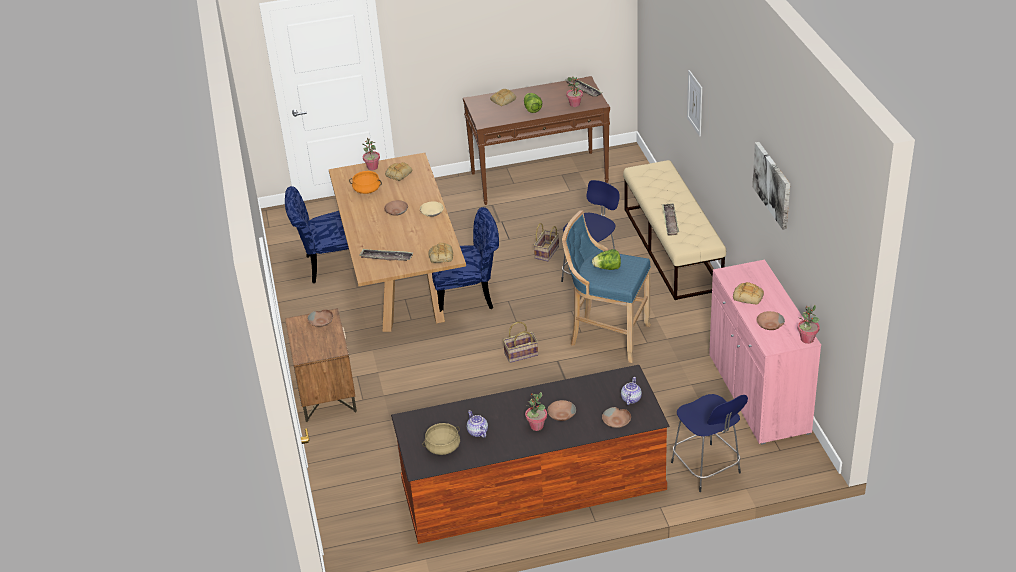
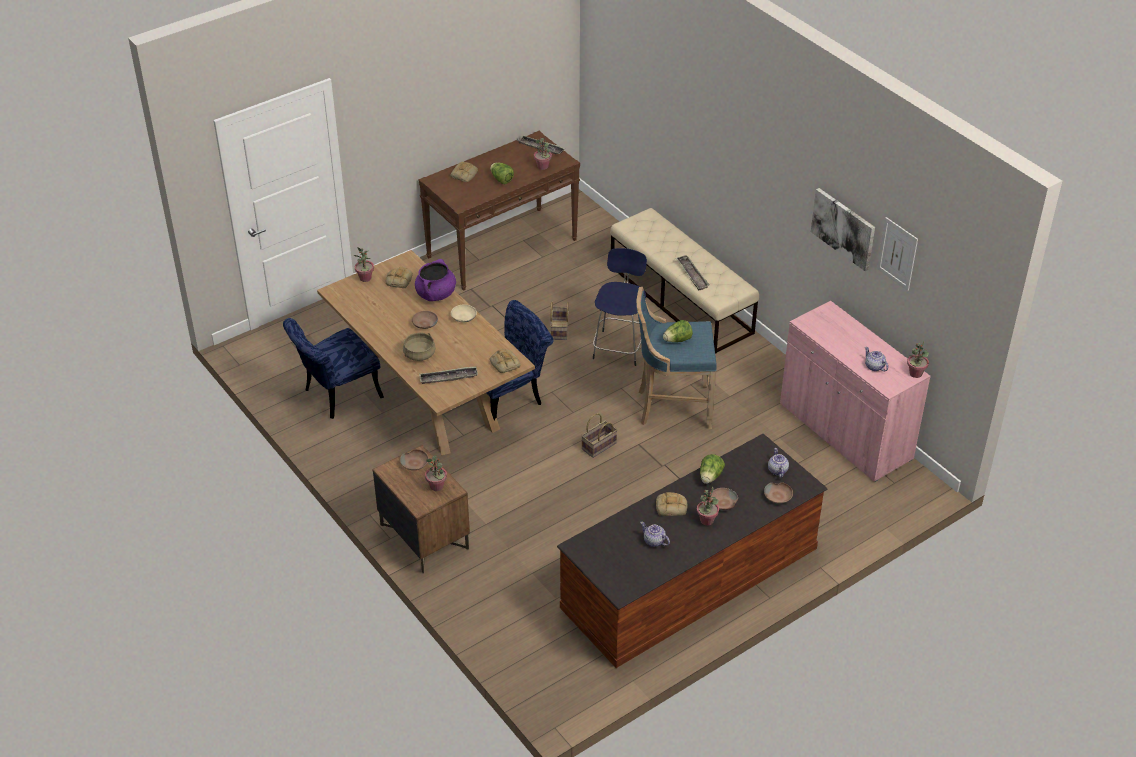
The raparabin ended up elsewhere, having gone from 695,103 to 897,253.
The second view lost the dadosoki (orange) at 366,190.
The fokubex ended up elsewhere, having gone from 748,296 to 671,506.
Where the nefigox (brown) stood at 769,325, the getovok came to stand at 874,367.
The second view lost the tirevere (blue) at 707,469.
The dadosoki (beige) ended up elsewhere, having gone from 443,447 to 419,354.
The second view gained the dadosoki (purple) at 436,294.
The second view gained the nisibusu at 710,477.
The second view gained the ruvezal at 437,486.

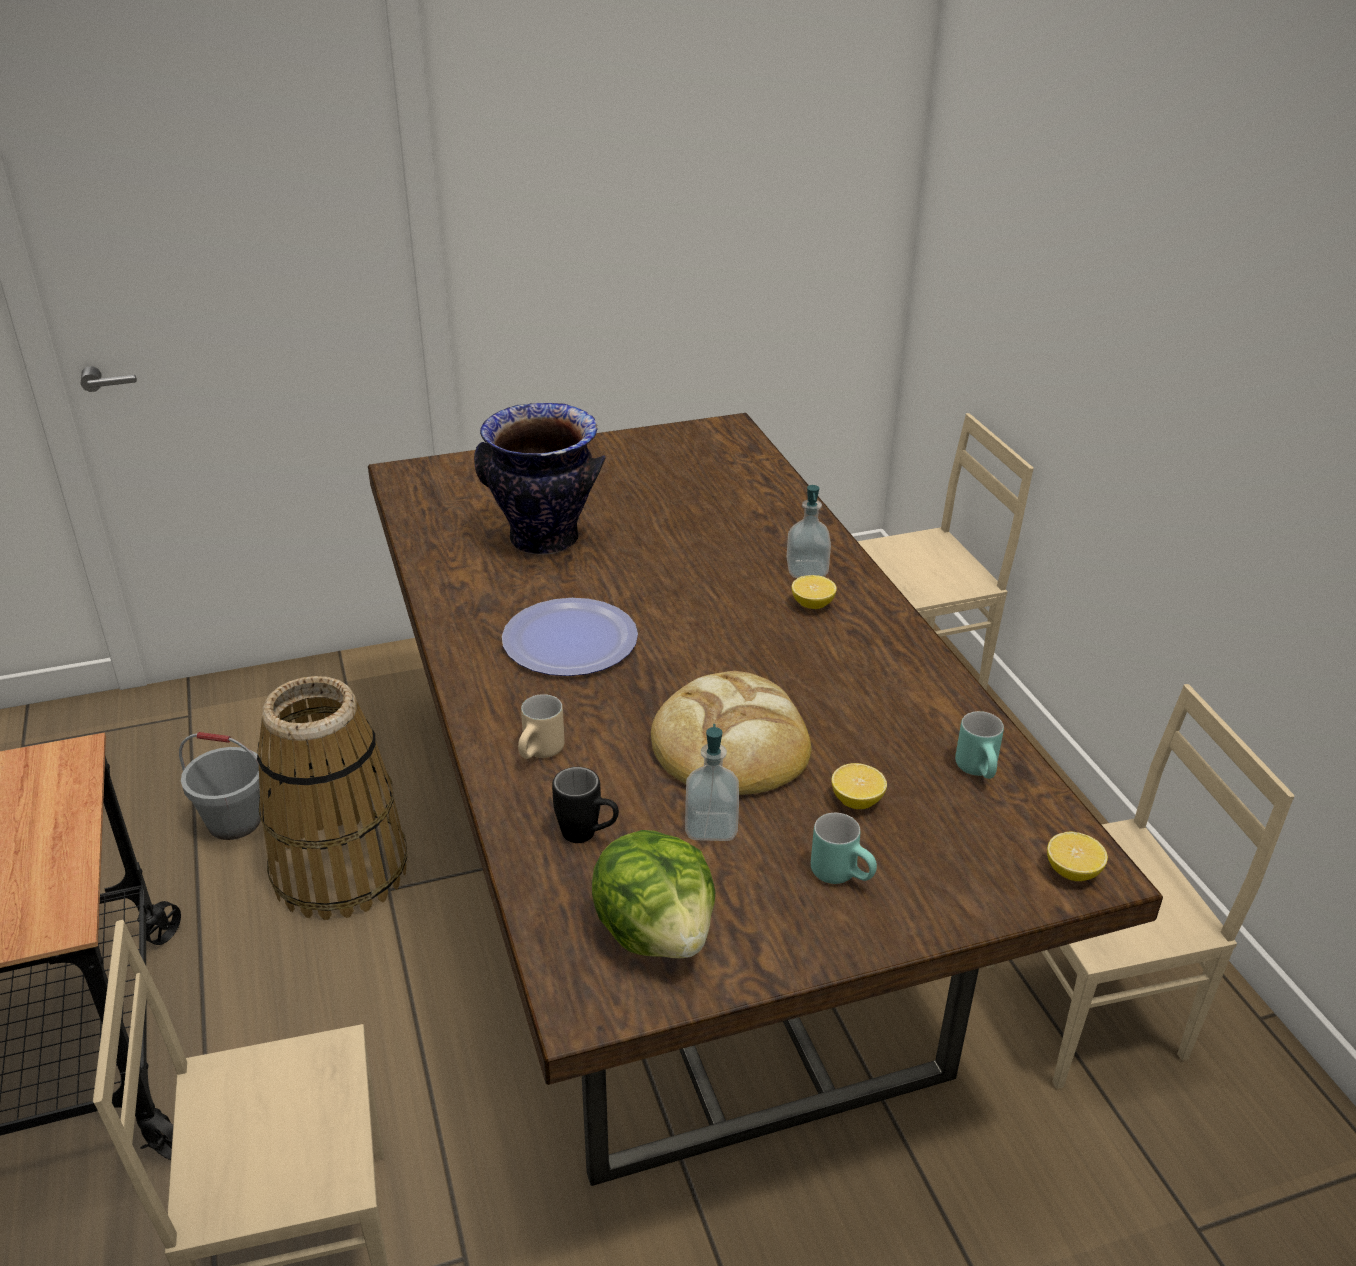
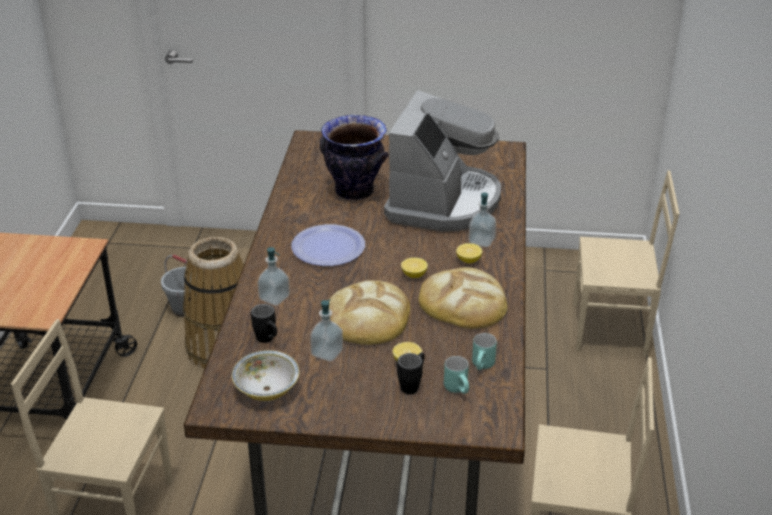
Where the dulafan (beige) stood at 542,754, the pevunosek came to stand at 274,298.
The dulafan (turquoise) ended up elsewhere, having gone from 843,874 to 459,389.
Where the nisibusu stood at 656,932, the nefigox came to stand at 267,390.
The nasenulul ended up elsewhere, having gone from 1072,872 to 414,275.
The second view gained the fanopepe at 443,202.
The second view gained the fokubex at 463,303.
The second view gained the dulafan (black) at 412,385.

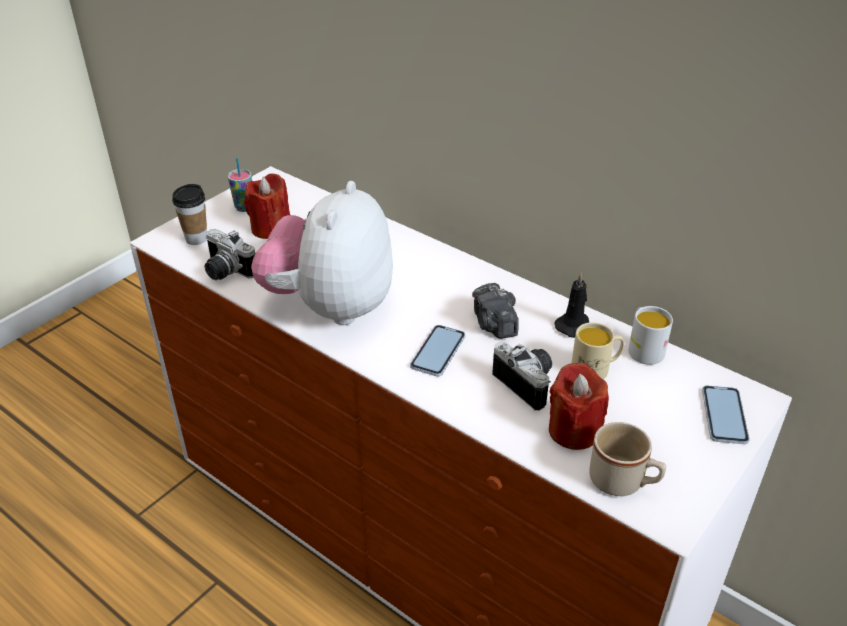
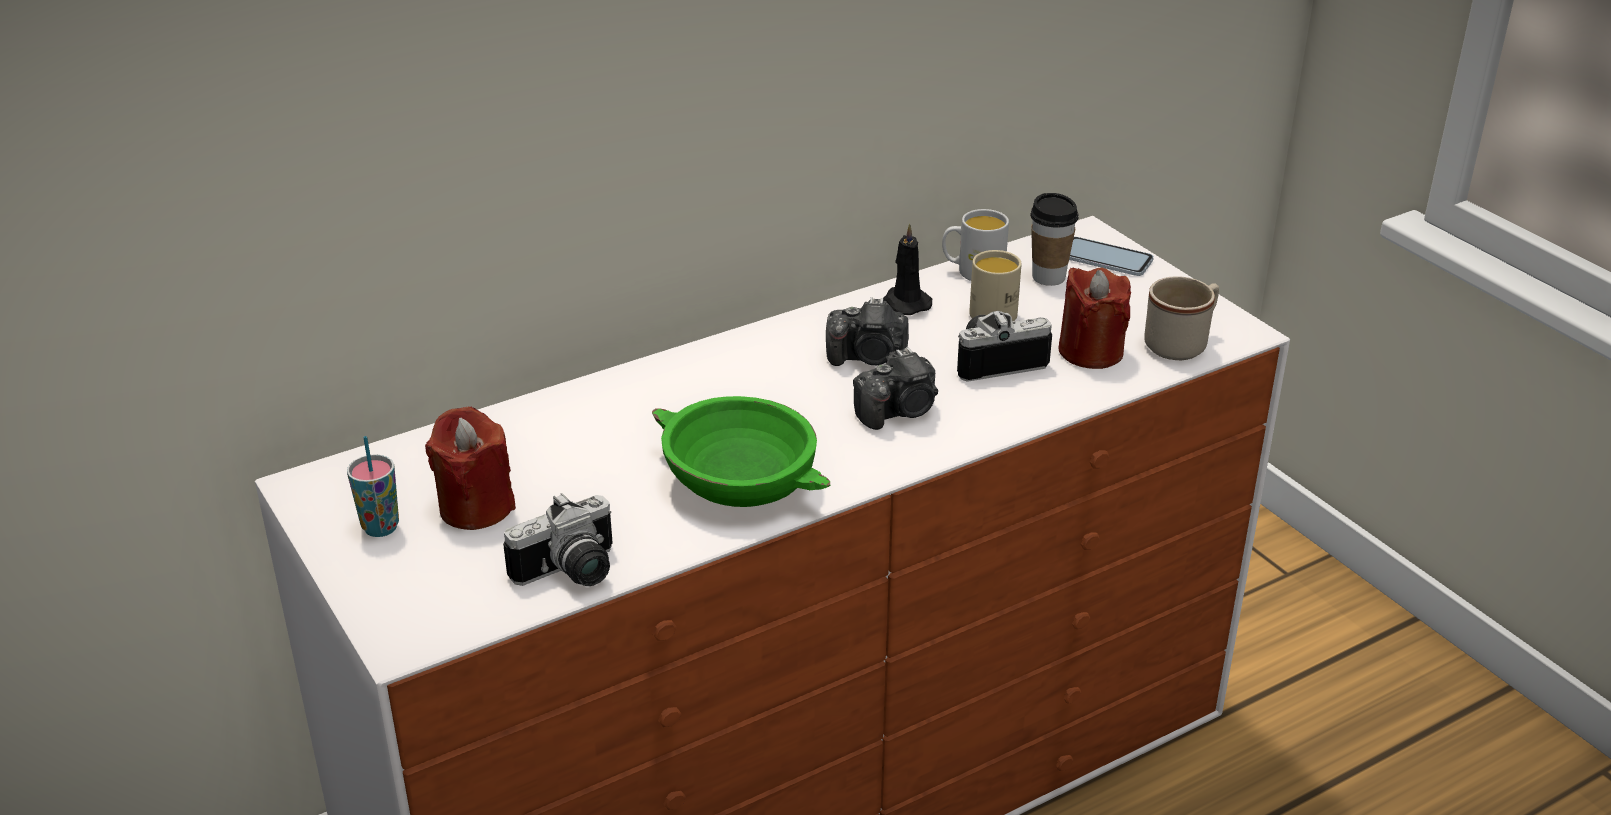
Where the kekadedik stood at 331,306, the nefigox (green) came to stand at 742,481.
The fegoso ended up elsewhere, having gone from 196,239 to 1048,277.
Where the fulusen stood at 438,351, the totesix came to stand at 899,411.

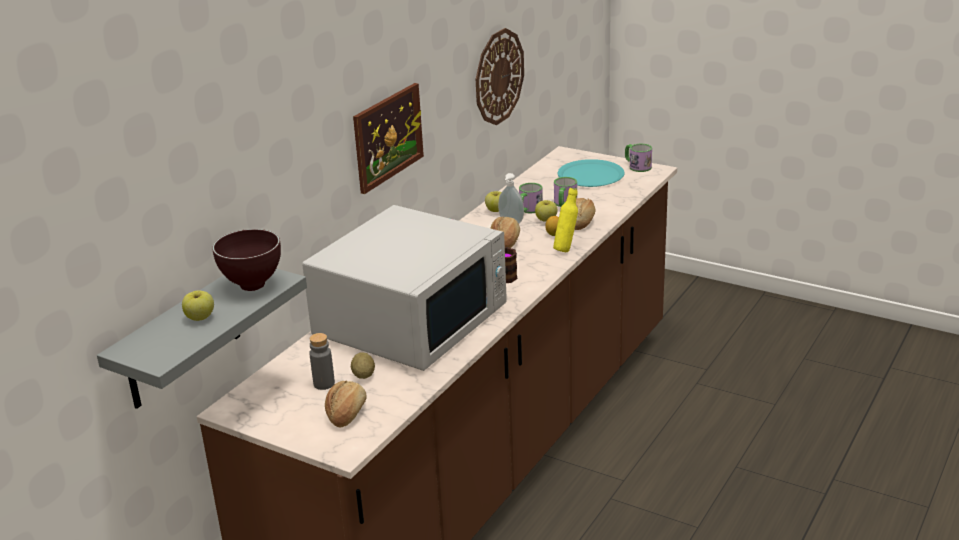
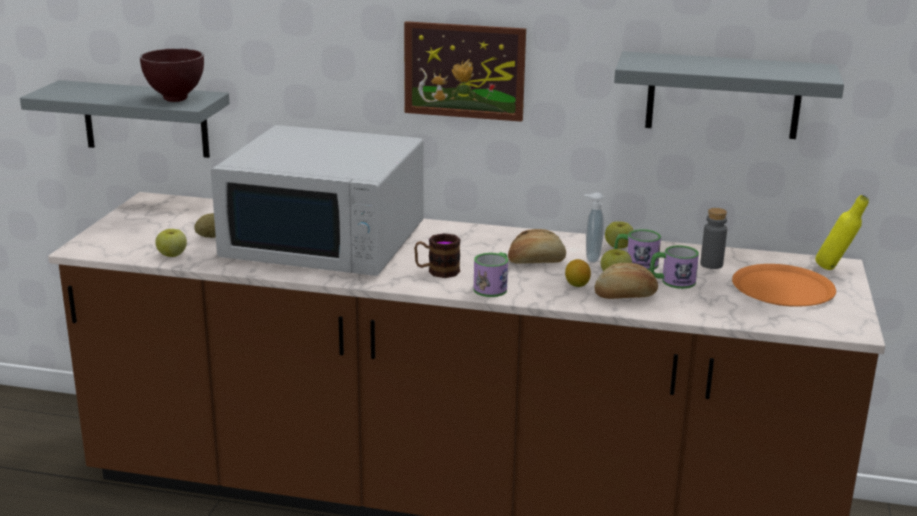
Where the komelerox hung at 498,76, the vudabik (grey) came to hang at 723,95.
The dulafan ended up elsewhere, having gone from 637,166 to 493,287.
What was the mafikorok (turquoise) at 590,175 turned into the mafikorok (orange) at 783,288.
The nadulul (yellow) ended up elsewhere, having gone from 566,249 to 835,269.
The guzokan ended up elsewhere, having gone from 200,318 to 172,255.
The nadulul (grey) ended up elsewhere, having gone from 324,384 to 711,264.
The second view lost the fokubex at 346,413.

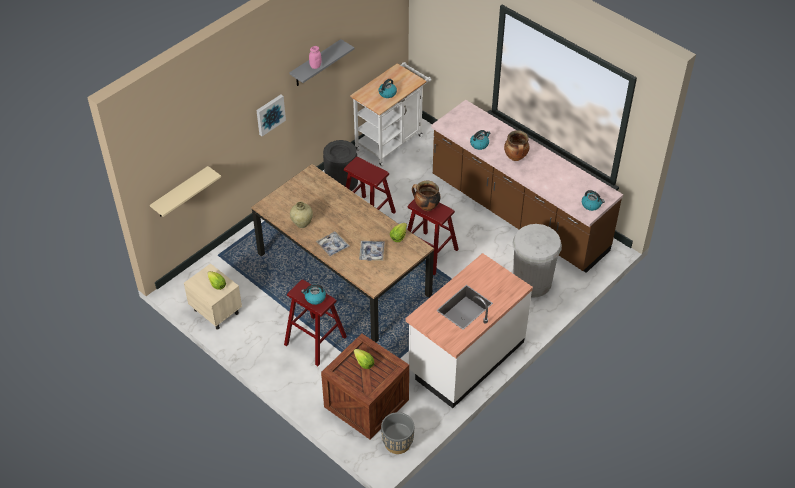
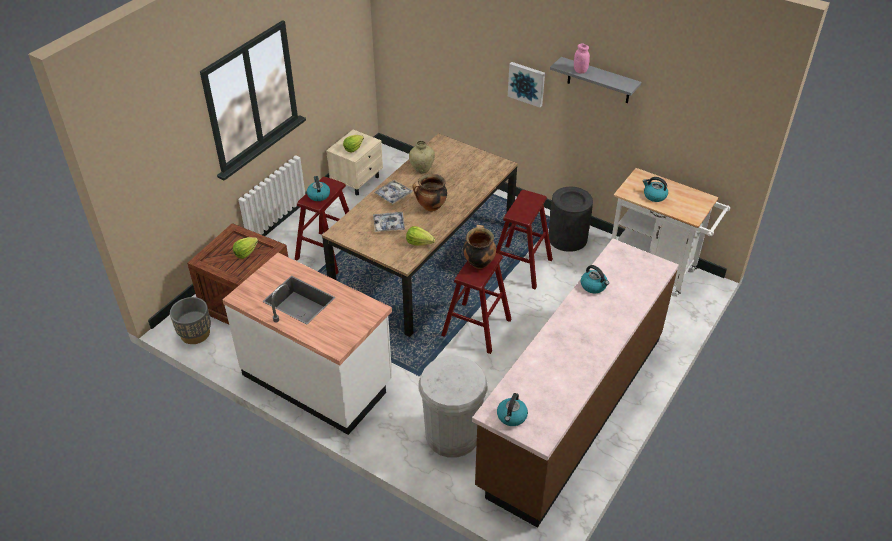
The dadosoki ended up elsewhere, having gone from 516,157 to 430,207.
The second view lost the vudabik (beige) at 180,193.

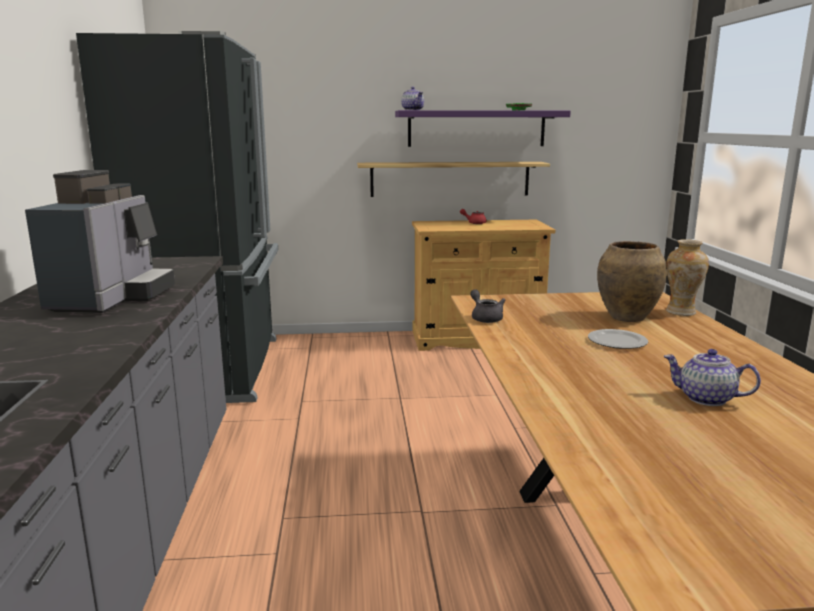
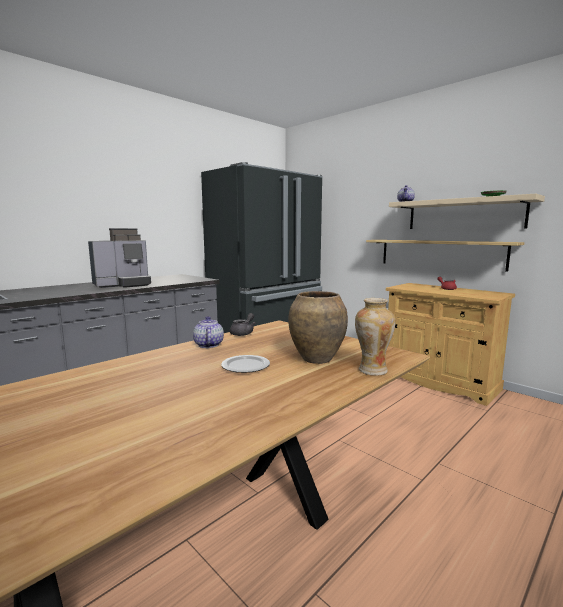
What was the vudabik (purple) at 476,128 turned into the vudabik (beige) at 464,214.
The getovok ended up elsewhere, having gone from 705,399 to 208,345.

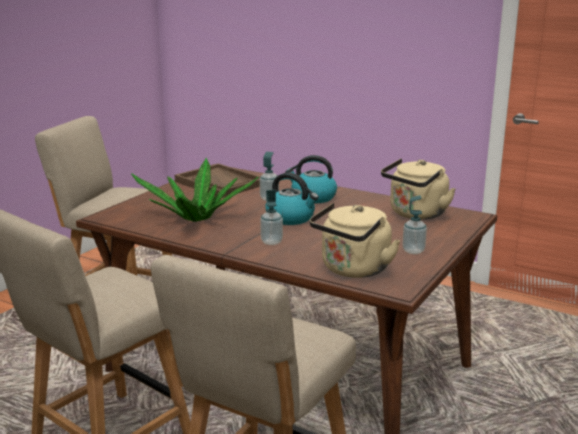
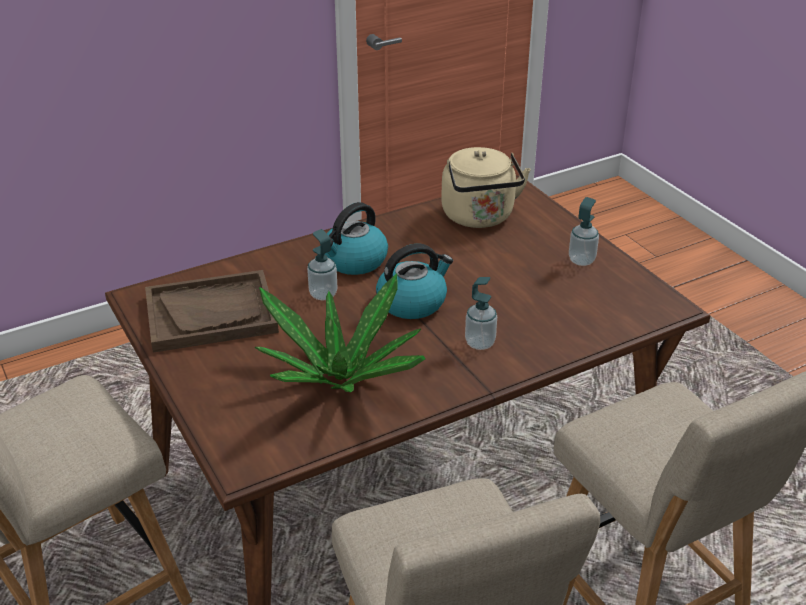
The second view lost the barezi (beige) at 353,270.

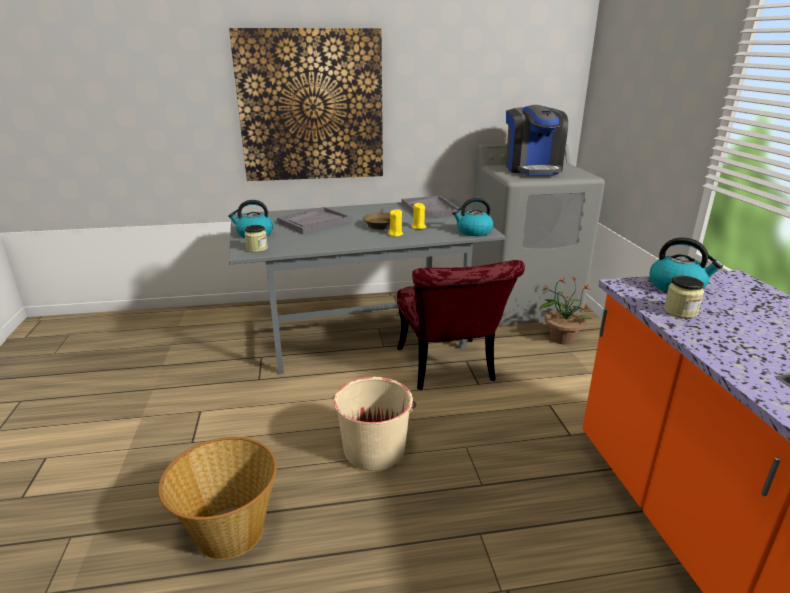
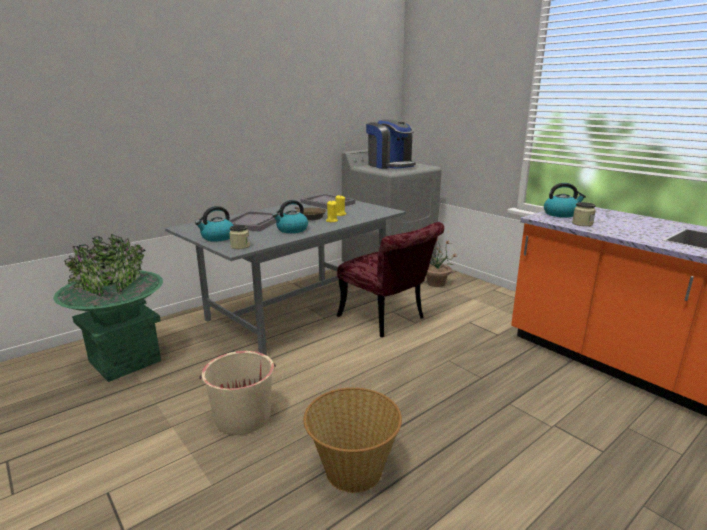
The second view lost the raparabin at 311,106.
The barezi ended up elsewhere, having gone from 473,232 to 291,230.
The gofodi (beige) ended up elsewhere, having gone from 374,449 to 242,416.
The second view gained the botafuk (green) at 124,361.

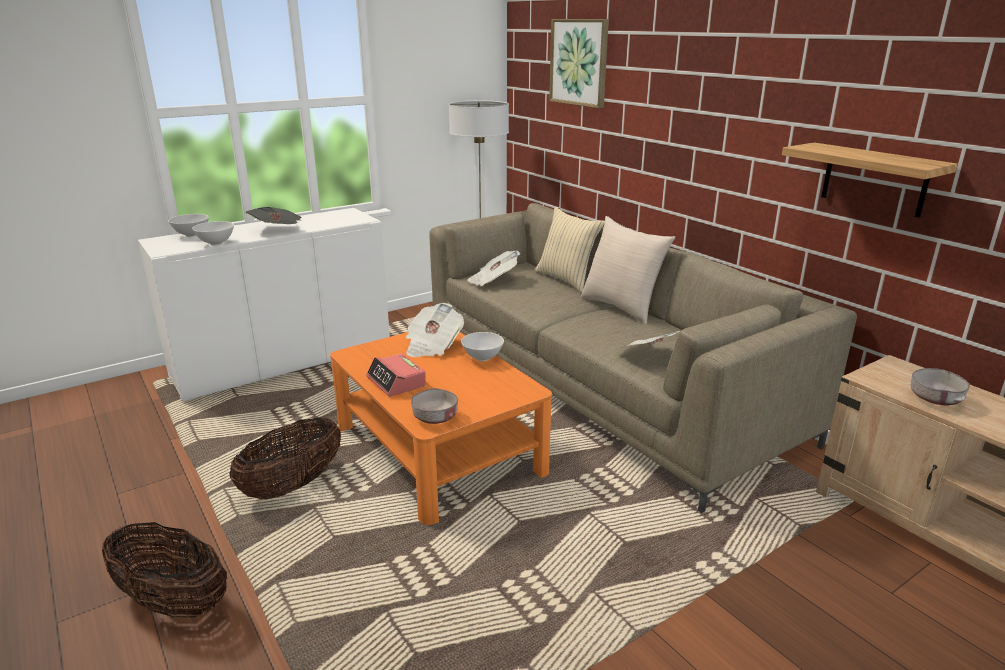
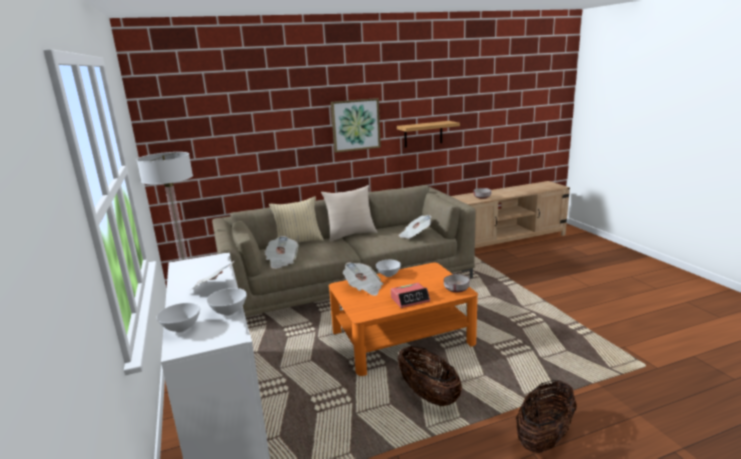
The raparabin ended up elsewhere, having gone from 579,62 to 355,125.

